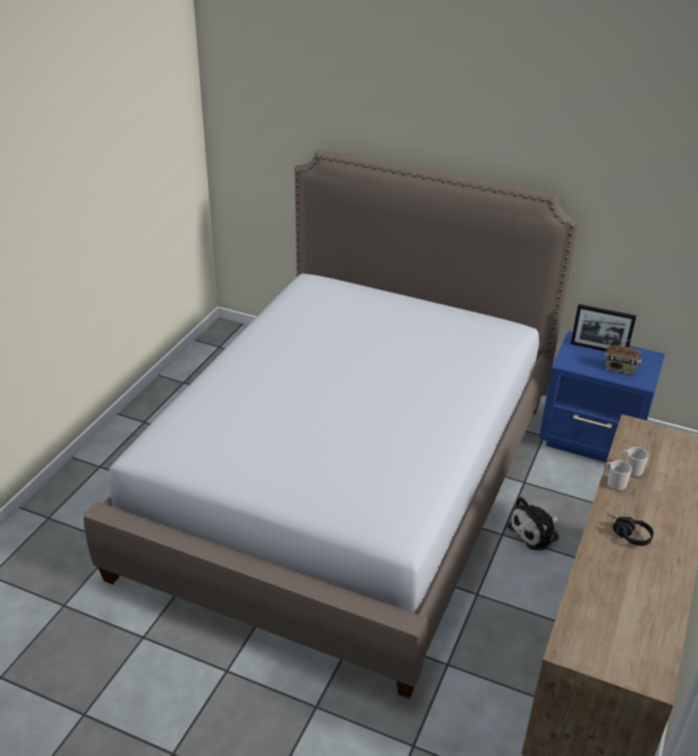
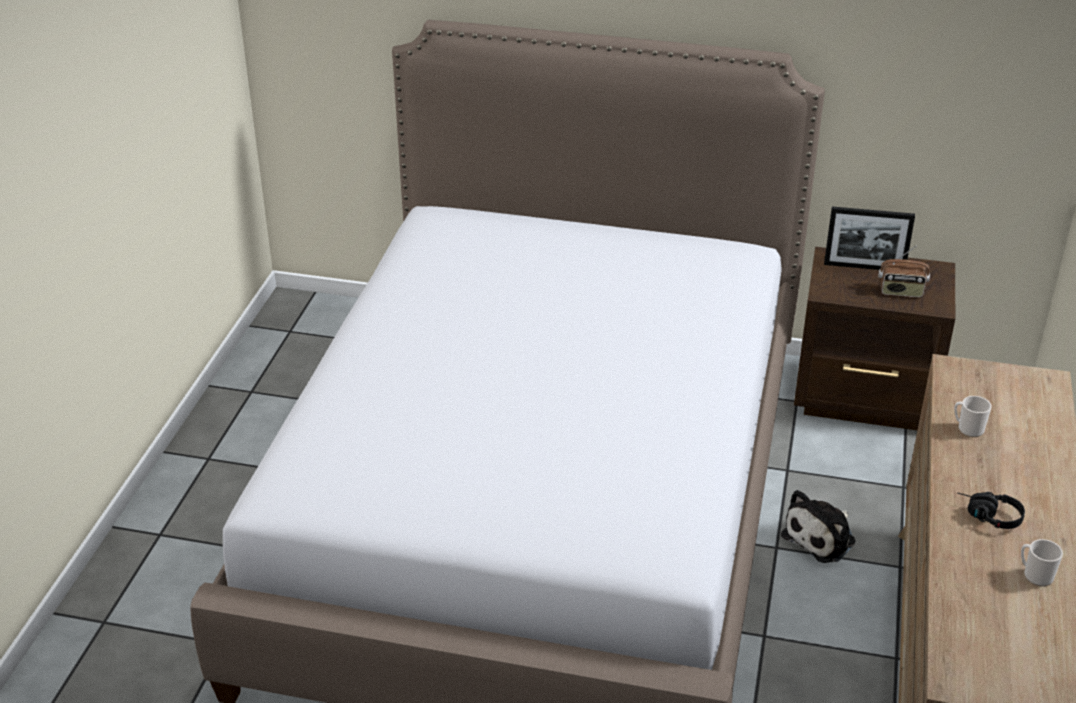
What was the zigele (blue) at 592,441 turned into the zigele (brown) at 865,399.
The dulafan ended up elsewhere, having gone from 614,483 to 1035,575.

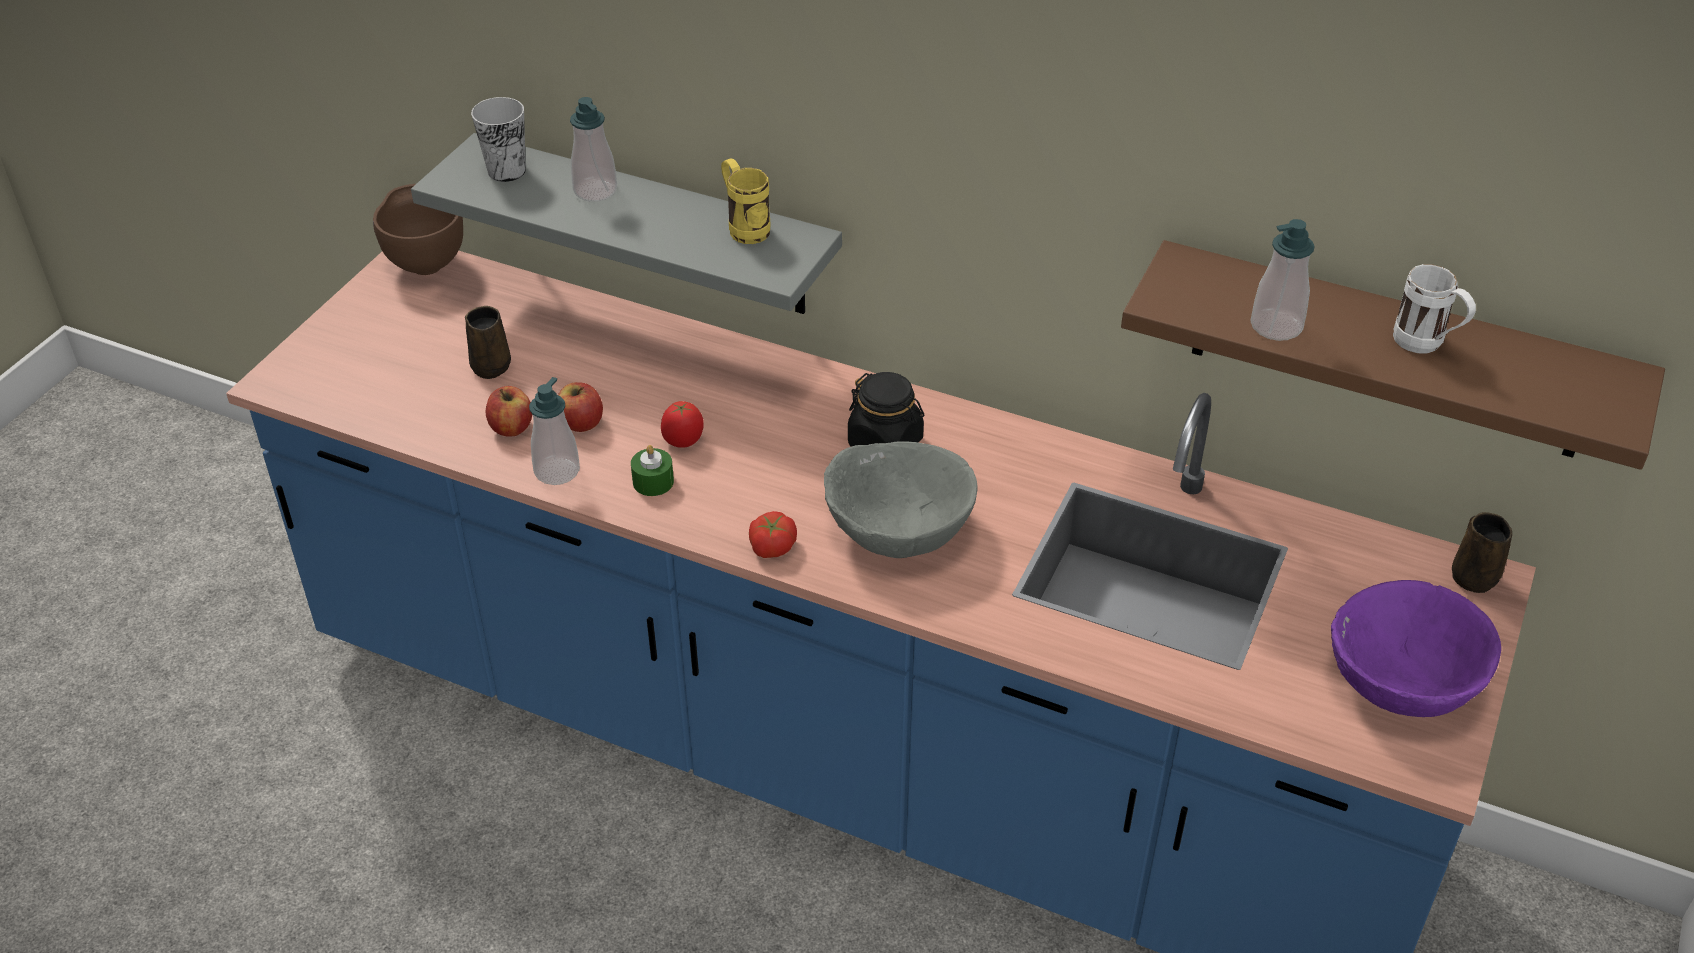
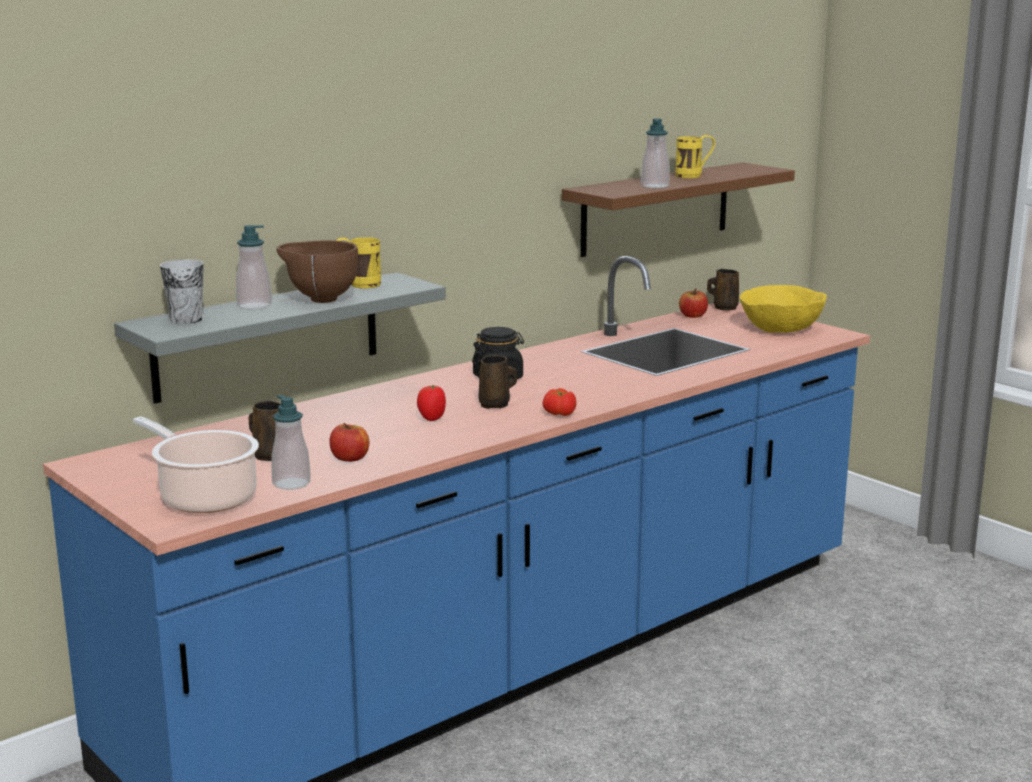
The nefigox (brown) ended up elsewhere, having gone from 426,263 to 319,300.
What was the dulafan (white) at 1426,345 turned into the dulafan (yellow) at 694,176.
The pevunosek ended up elsewhere, having gone from 557,471 to 291,483.
The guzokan ended up elsewhere, having gone from 581,423 to 693,316.
The second view lost the nefigox (grey) at 898,528.
The second view lost the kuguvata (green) at 653,482.
What was the nefigox (purple) at 1400,680 turned into the nefigox (yellow) at 780,329.
The second view gained the dulafan (brown) at 496,404.
The second view gained the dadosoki at 204,497.

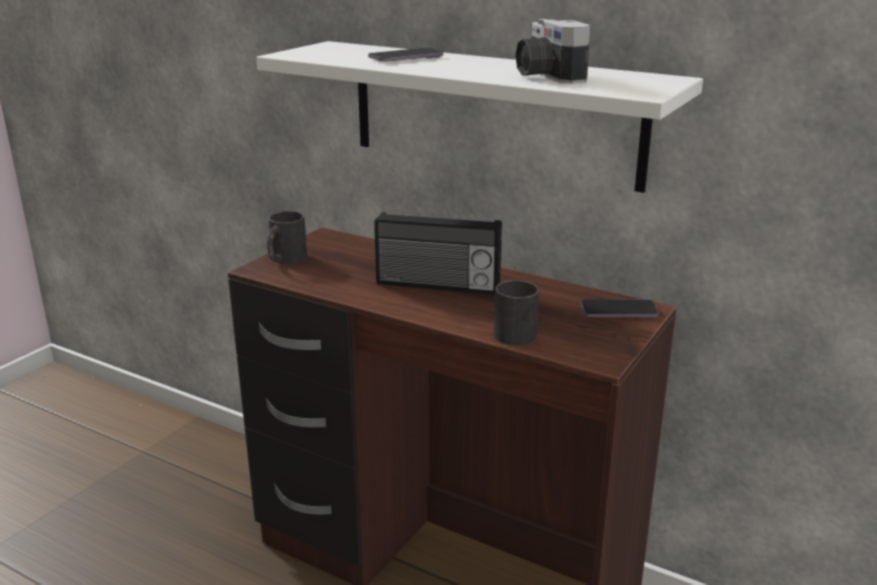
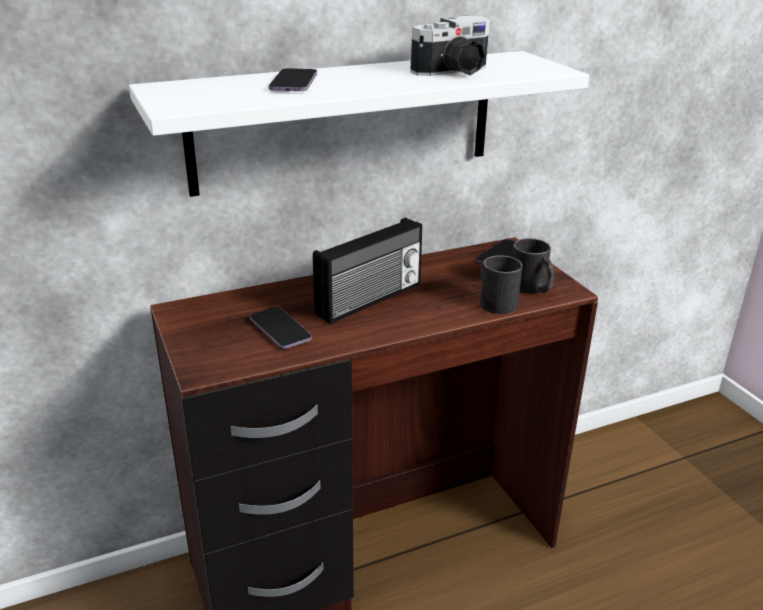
The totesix at 546,76 ended up facing another way, 45 degrees counterclockwise from before.
The dulafan (black) ended up elsewhere, having gone from 285,259 to 532,288.
The second view gained the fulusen at 280,330.

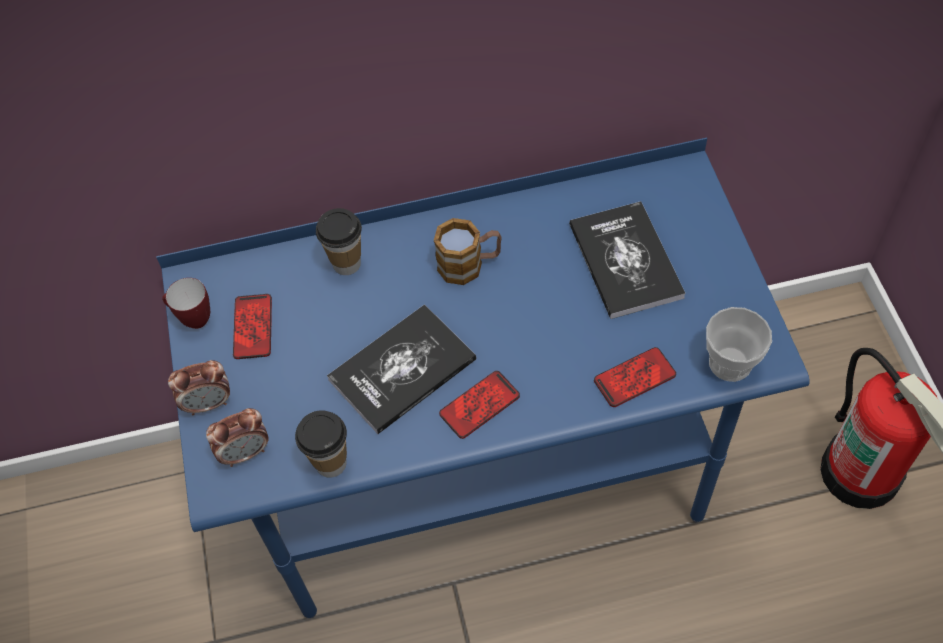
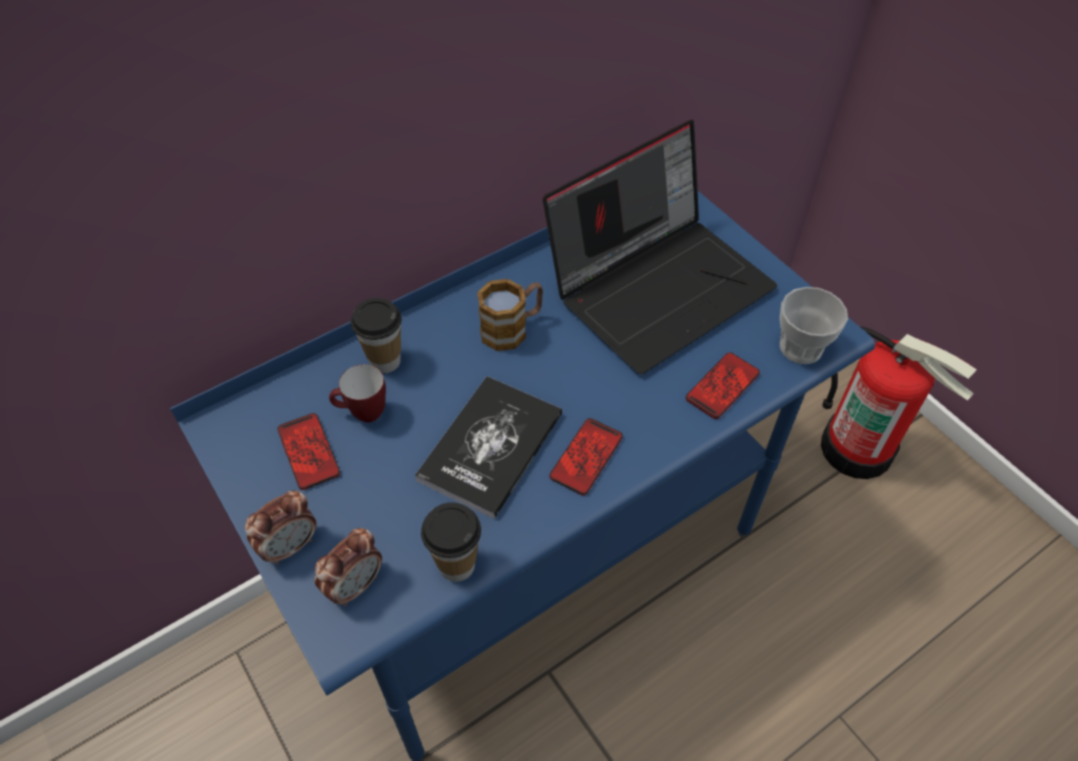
Where the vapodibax stood at 625,261, the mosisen came to stand at 659,285.
The dulafan ended up elsewhere, having gone from 192,319 to 362,414.

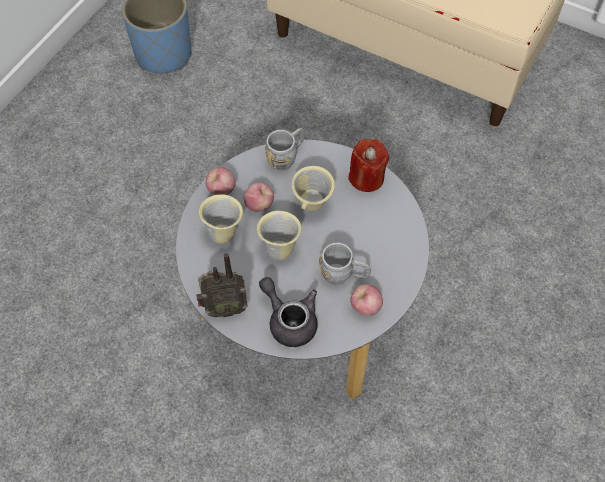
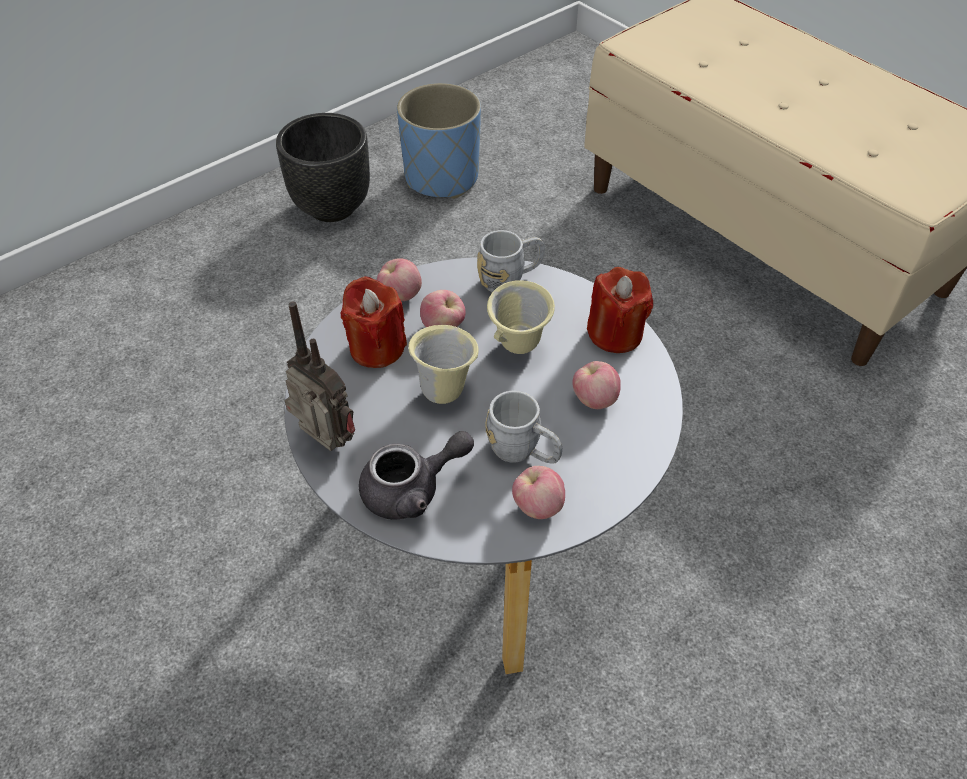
Where the dulafan (beige) stood at 224,232, the kuguvata (red) came to stand at 376,348.
The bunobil at 224,308 ended up facing another way, 150 degrees counterclockwise from before.
The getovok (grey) at 289,320 ended up facing another way, 90 degrees clockwise from before.
The second view gained the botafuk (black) at 332,208.
The second view gained the guzokan at 594,400.

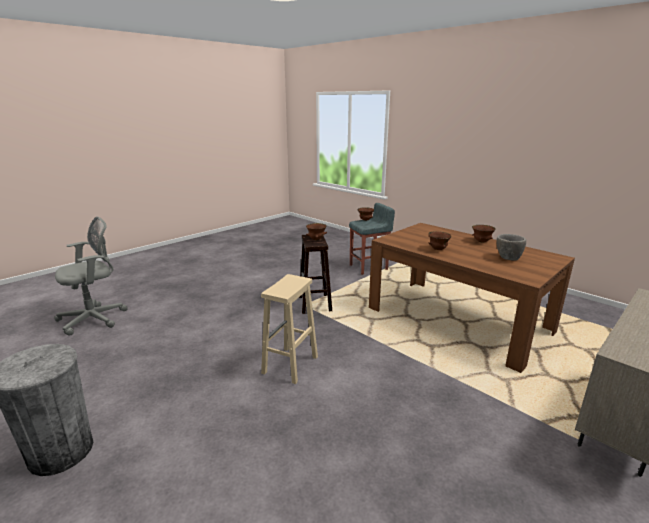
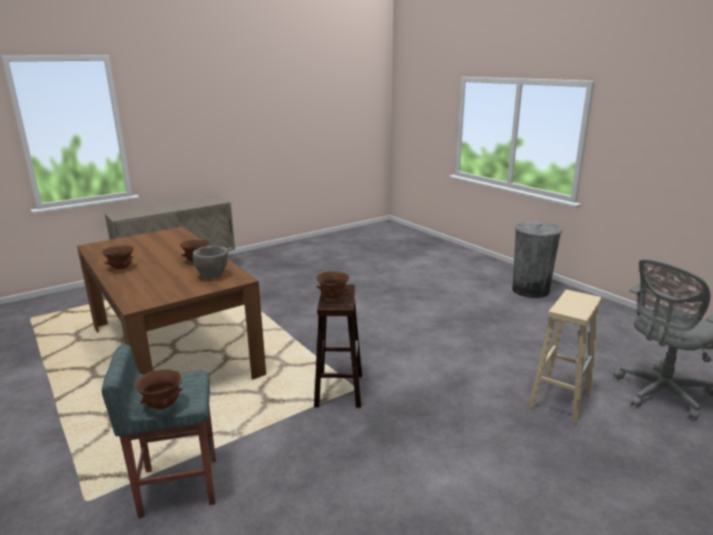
The nefigox (grey) ended up elsewhere, having gone from 508,258 to 213,276.
The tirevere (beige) ended up elsewhere, having gone from 290,365 to 560,400.

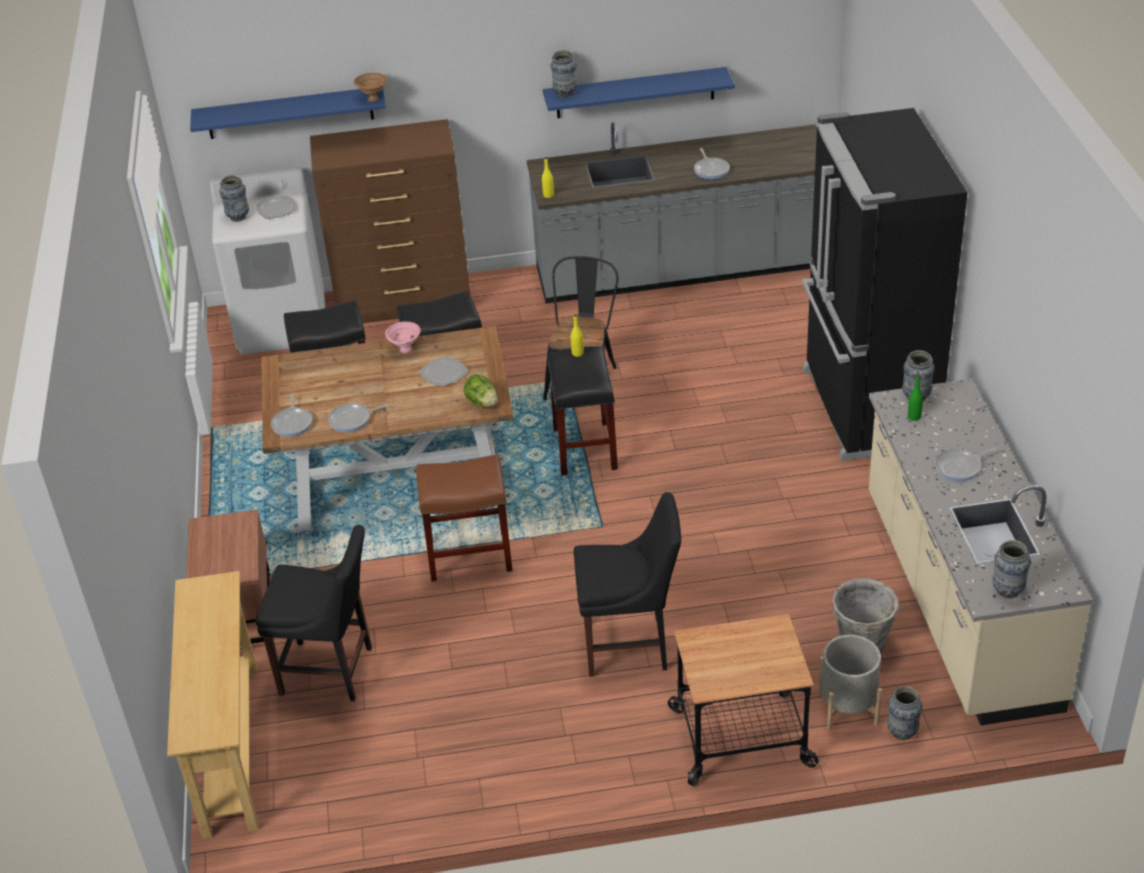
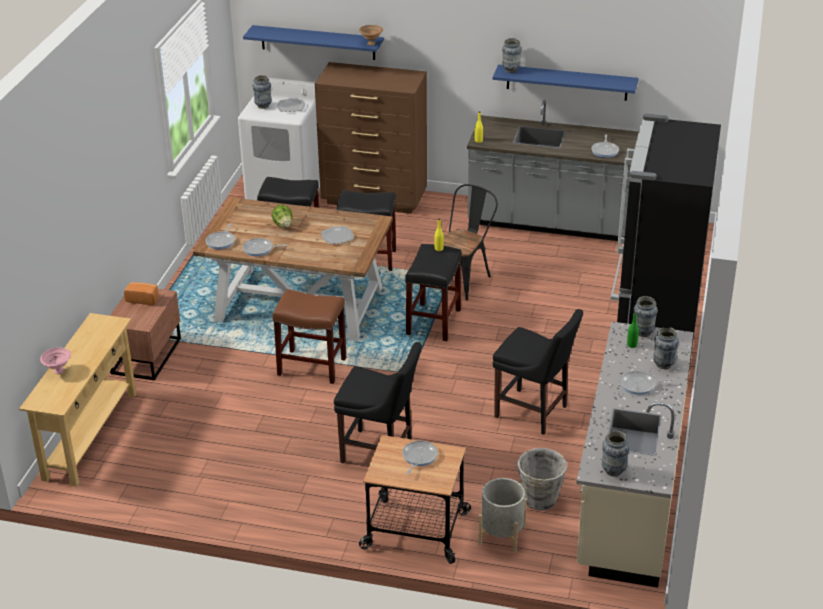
The nefigox (pink) ended up elsewhere, having gone from 405,350 to 58,371.
The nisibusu ended up elsewhere, having gone from 482,403 to 283,225.
The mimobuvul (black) ended up elsewhere, having gone from 331,672 to 534,413.
The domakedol ended up elsewhere, having gone from 902,732 to 663,364.
The second view gained the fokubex at 143,299.
The second view gained the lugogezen at 419,457.

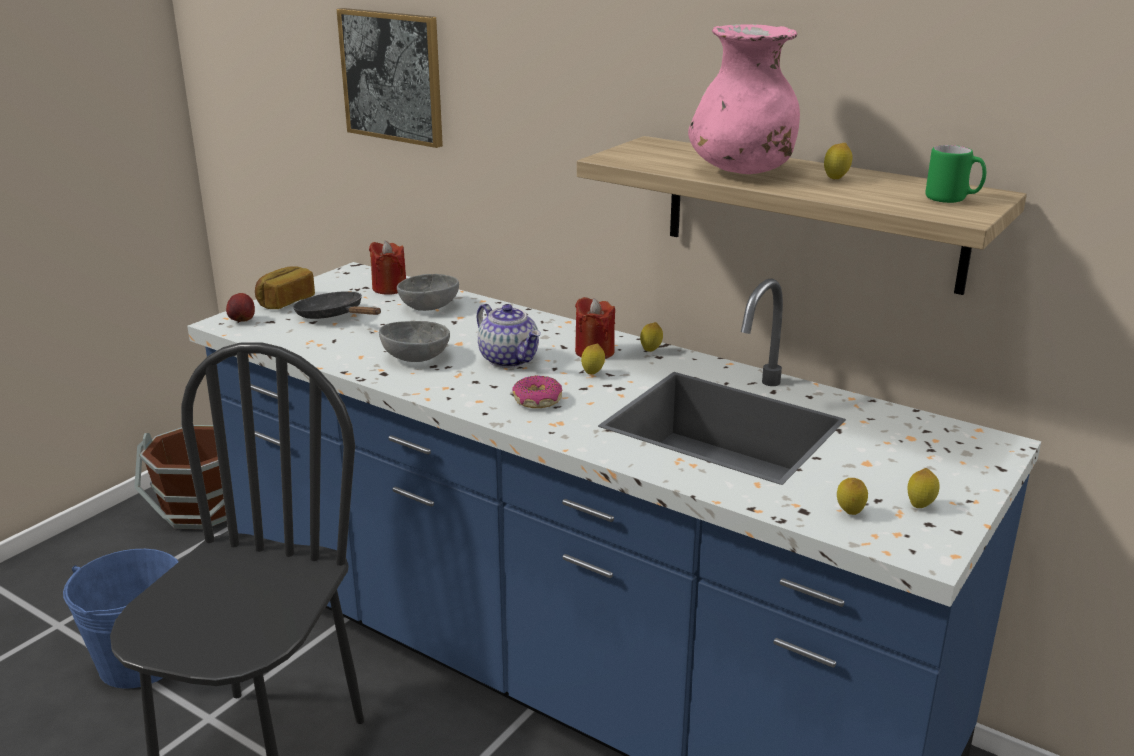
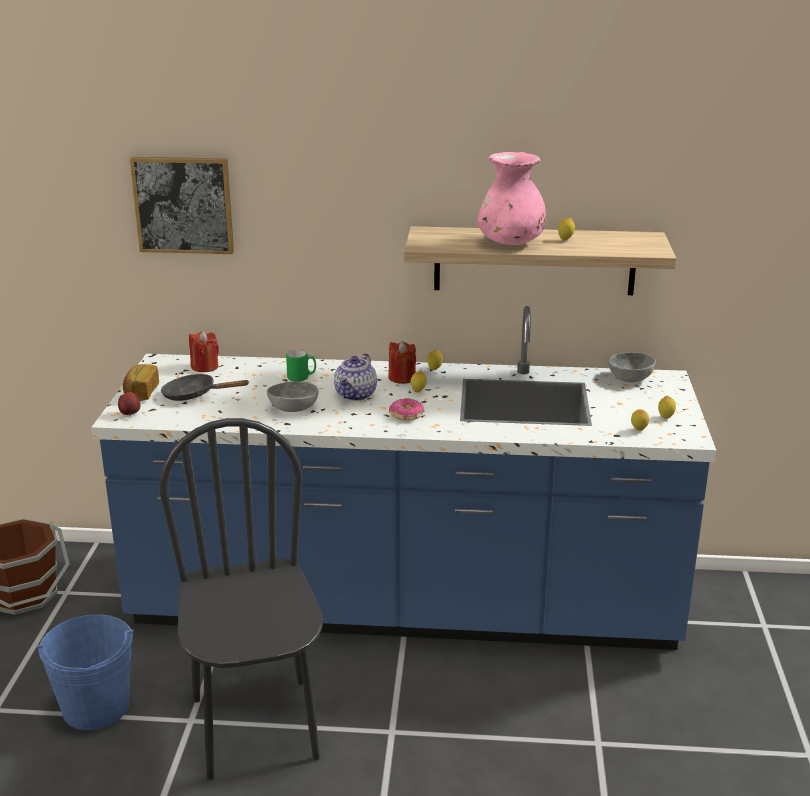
The dulafan (green) ended up elsewhere, having gone from 952,199 to 302,378.
The nefigox (grey) ended up elsewhere, having gone from 427,307 to 629,378.
The getovok at 510,359 ended up facing another way, 90 degrees clockwise from before.

